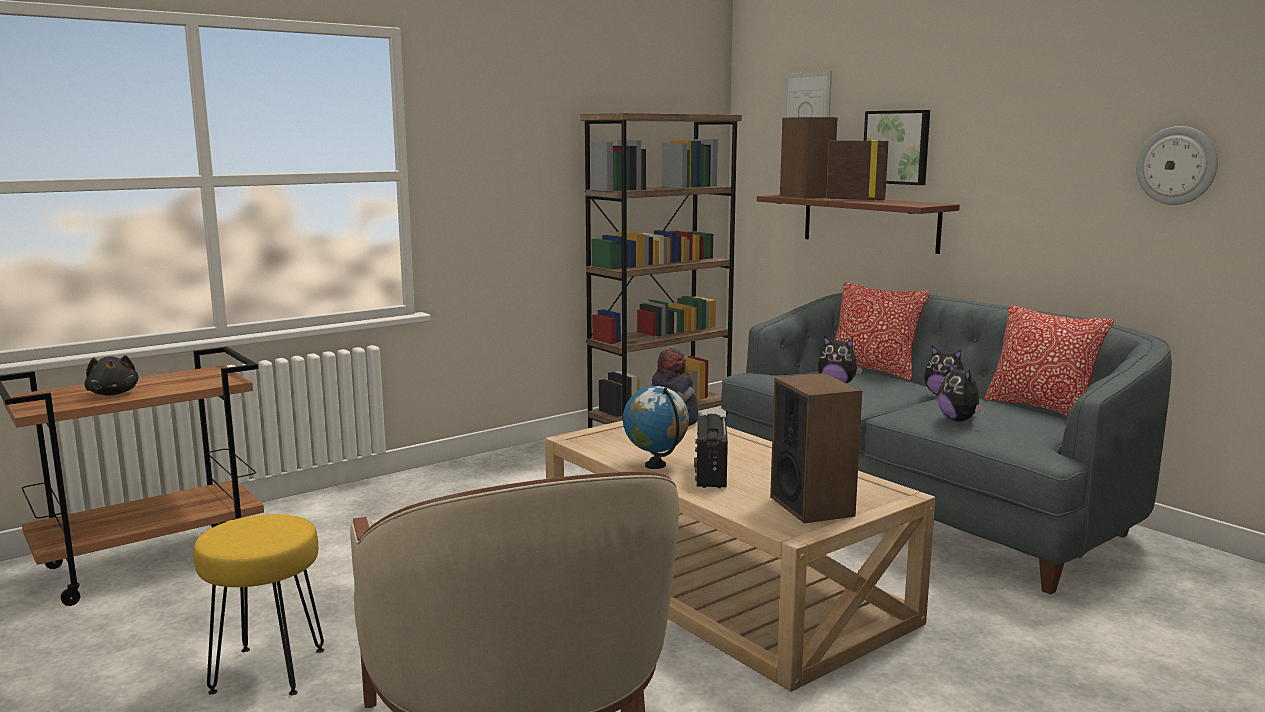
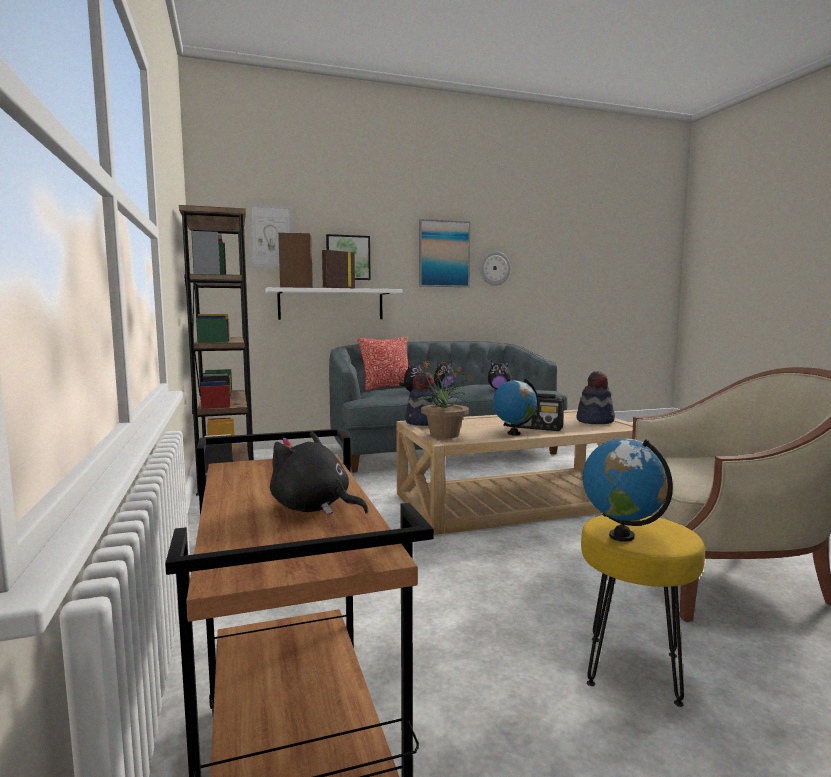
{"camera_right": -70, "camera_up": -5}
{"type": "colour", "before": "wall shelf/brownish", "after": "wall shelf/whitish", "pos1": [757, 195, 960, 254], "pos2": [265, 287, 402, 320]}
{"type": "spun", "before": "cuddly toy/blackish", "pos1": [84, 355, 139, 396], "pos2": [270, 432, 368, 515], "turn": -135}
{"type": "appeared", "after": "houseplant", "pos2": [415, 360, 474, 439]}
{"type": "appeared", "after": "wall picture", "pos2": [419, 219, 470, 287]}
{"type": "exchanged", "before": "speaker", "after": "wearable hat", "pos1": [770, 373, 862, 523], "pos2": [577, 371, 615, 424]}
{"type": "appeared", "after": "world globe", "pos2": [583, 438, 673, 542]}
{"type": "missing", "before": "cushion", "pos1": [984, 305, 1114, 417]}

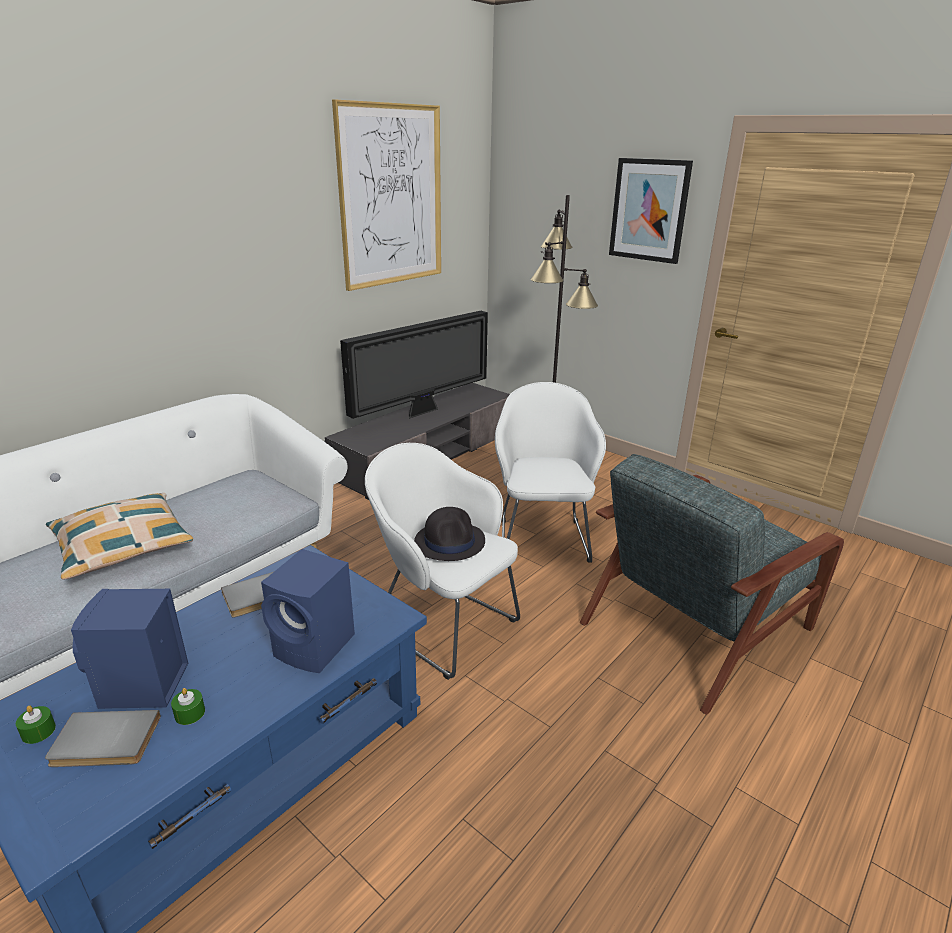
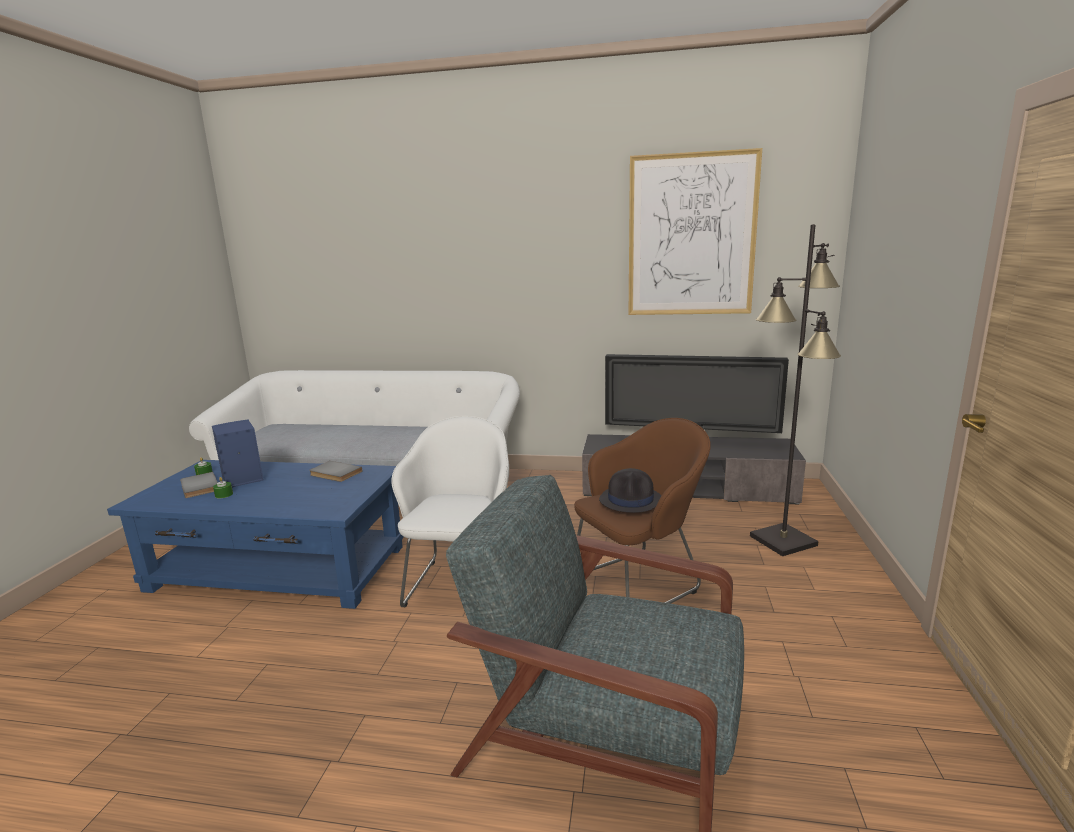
{"camera_right": 60, "camera_up": -10}
{"type": "colour", "before": "armchair/whitish", "after": "armchair/brownish", "pos1": [495, 382, 606, 562], "pos2": [574, 418, 711, 604]}
{"type": "relocated", "before": "wearable hat/blackish", "pos1": [414, 507, 485, 561], "pos2": [599, 468, 661, 513]}
{"type": "missing", "before": "cushion", "pos1": [46, 493, 193, 580]}
{"type": "missing", "before": "speaker/blue-coloured", "pos1": [261, 549, 355, 673]}
{"type": "missing", "before": "wall picture", "pos1": [609, 158, 693, 264]}

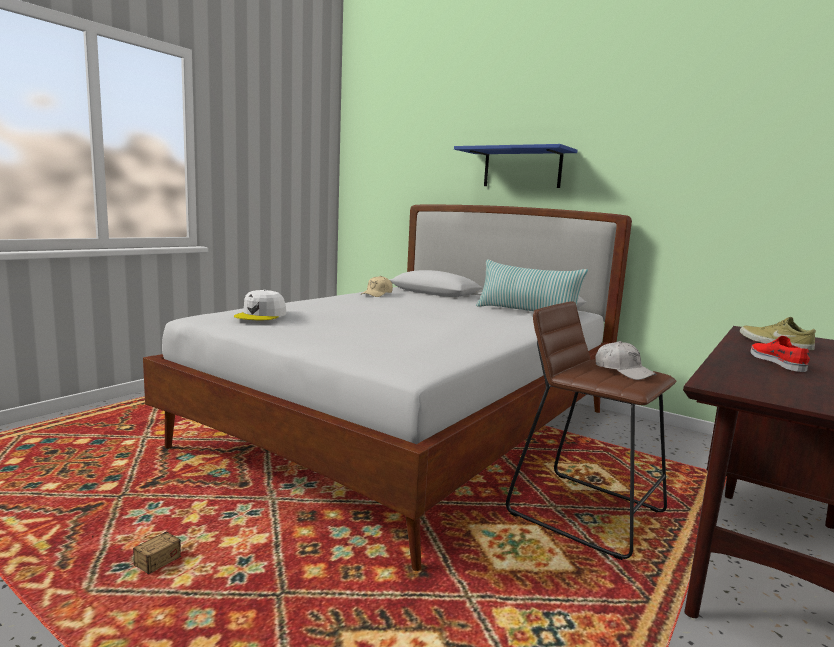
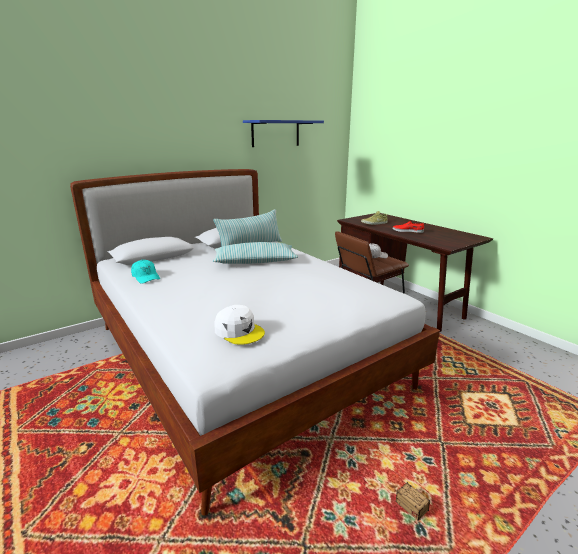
{"camera_right": -70, "camera_up": 10}
{"type": "colour", "before": "peaked cap/sand-coloured", "after": "peaked cap/turquoise-coloured", "pos1": [360, 276, 393, 297], "pos2": [131, 260, 160, 283]}
{"type": "appeared", "after": "cushion", "pos2": [213, 242, 298, 264]}
{"type": "relocated", "before": "wall shelf/blue-coloured", "pos1": [454, 144, 577, 188], "pos2": [243, 120, 324, 147]}

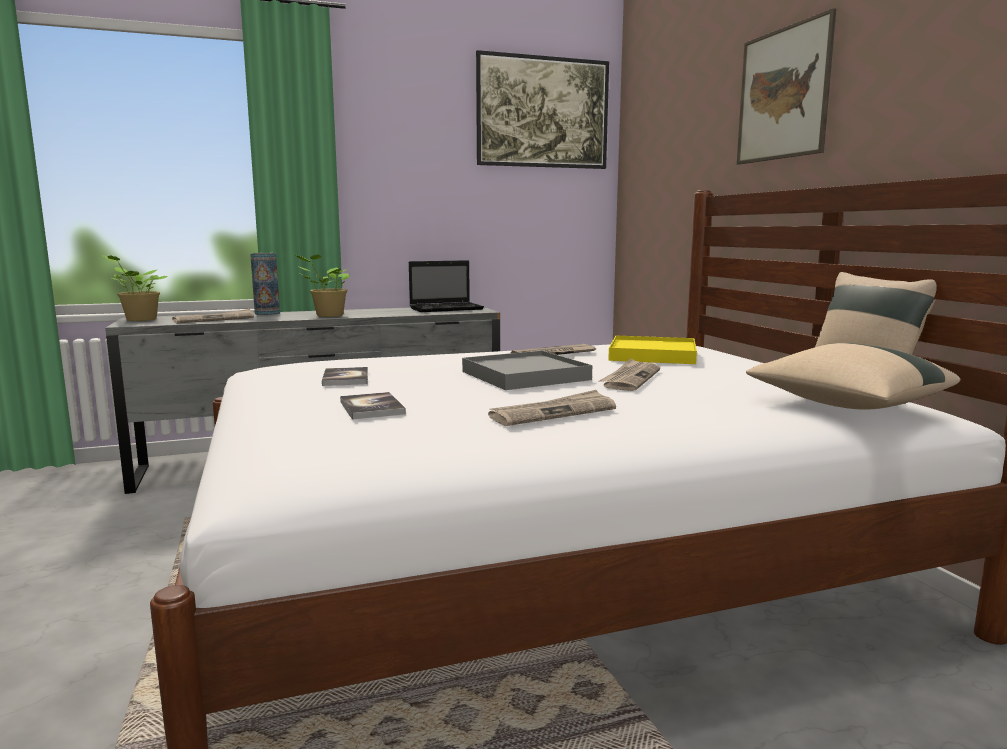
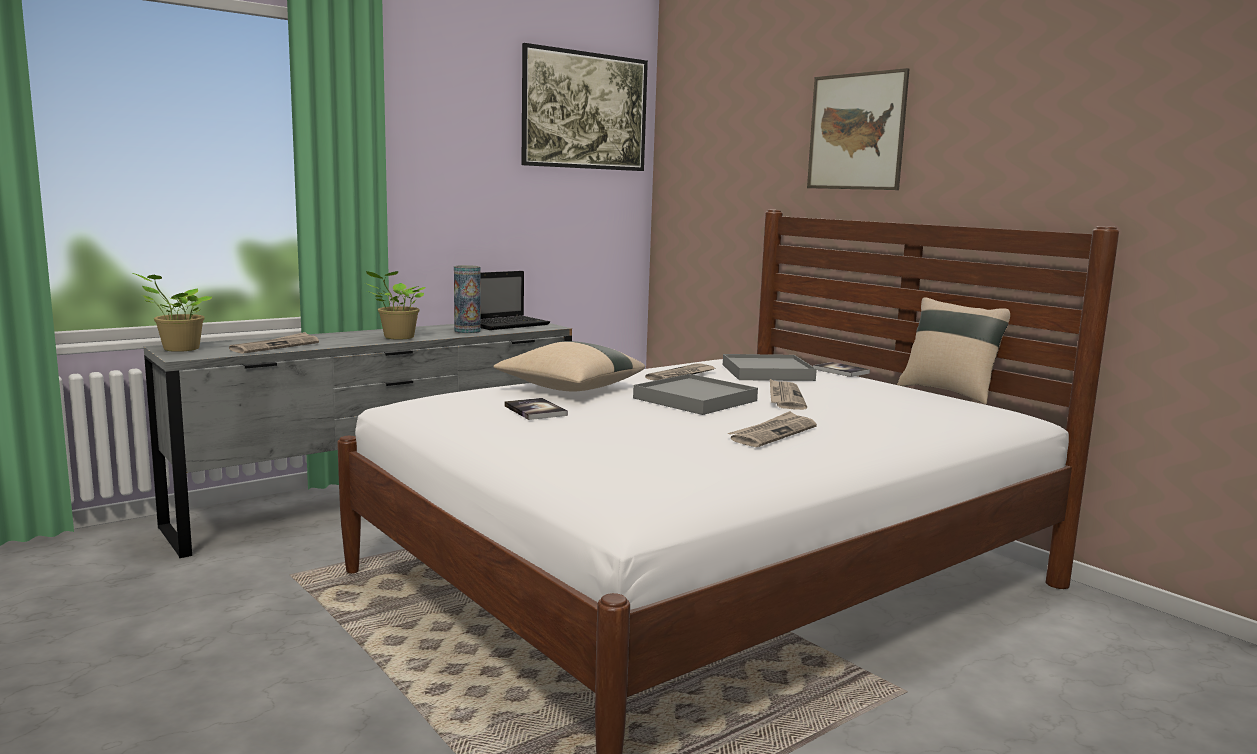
{"camera_right": -20, "camera_up": 0}
{"type": "relocated", "before": "decorative vase", "pos1": [250, 253, 280, 315], "pos2": [454, 265, 481, 333]}
{"type": "relocated", "before": "cushion/sand-coloured", "pos1": [746, 343, 960, 410], "pos2": [493, 341, 645, 391]}
{"type": "colour", "before": "carrying tray/yellow-coloured", "after": "carrying tray/grey", "pos1": [608, 336, 697, 364], "pos2": [723, 354, 817, 381]}
{"type": "relocated", "before": "volume", "pos1": [340, 392, 406, 420], "pos2": [813, 362, 870, 377]}

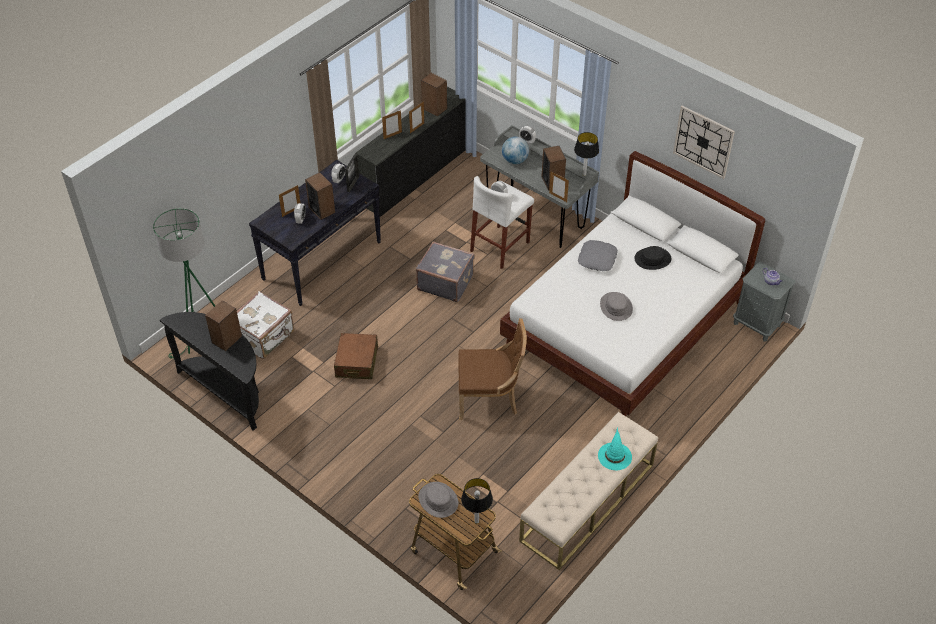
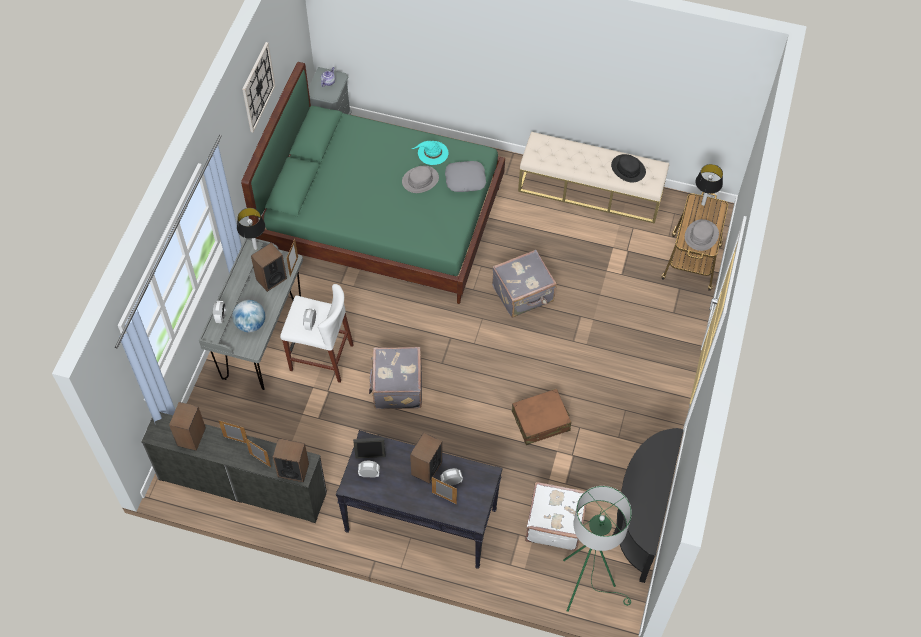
{"camera_right": -115, "camera_up": 10}
{"type": "colour", "before": "sleeping bed/whitish", "after": "sleeping bed/greenish", "pos1": [500, 151, 765, 416], "pos2": [241, 62, 505, 304]}
{"type": "relocated", "before": "speaker", "pos1": [205, 300, 242, 351], "pos2": [273, 438, 309, 482]}
{"type": "relocated", "before": "wearable hat/turquoise-coloured", "pos1": [598, 427, 632, 470], "pos2": [412, 141, 448, 165]}
{"type": "relocated", "before": "cushion/grey", "pos1": [578, 240, 618, 271], "pos2": [445, 161, 486, 192]}
{"type": "exchanged", "before": "chair/brownish", "after": "travel case/grey", "pos1": [458, 318, 527, 420], "pos2": [492, 250, 557, 318]}
{"type": "relocated", "before": "wearable hat/blackish", "pos1": [634, 246, 671, 270], "pos2": [611, 154, 646, 182]}

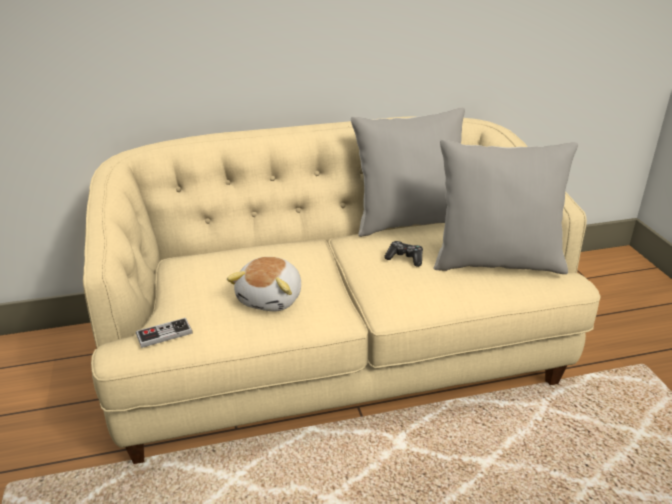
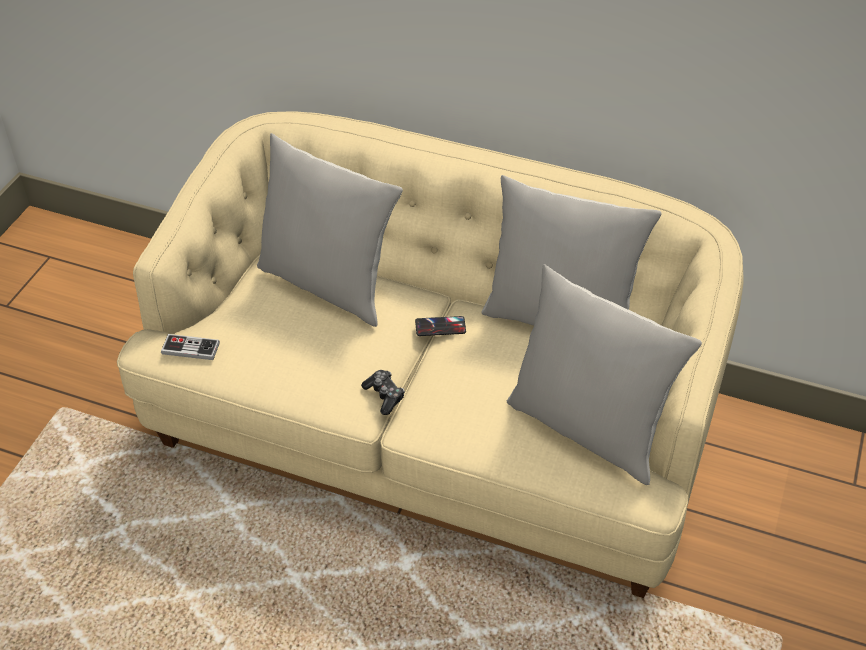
{"camera_right": 35, "camera_up": 15}
{"type": "appeared", "after": "cushion/grey", "pos2": [257, 133, 403, 327]}
{"type": "relocated", "before": "game controller", "pos1": [384, 241, 423, 267], "pos2": [361, 370, 405, 415]}
{"type": "appeared", "after": "phone", "pos2": [415, 316, 466, 336]}
{"type": "missing", "before": "cuddly toy", "pos1": [227, 257, 301, 312]}

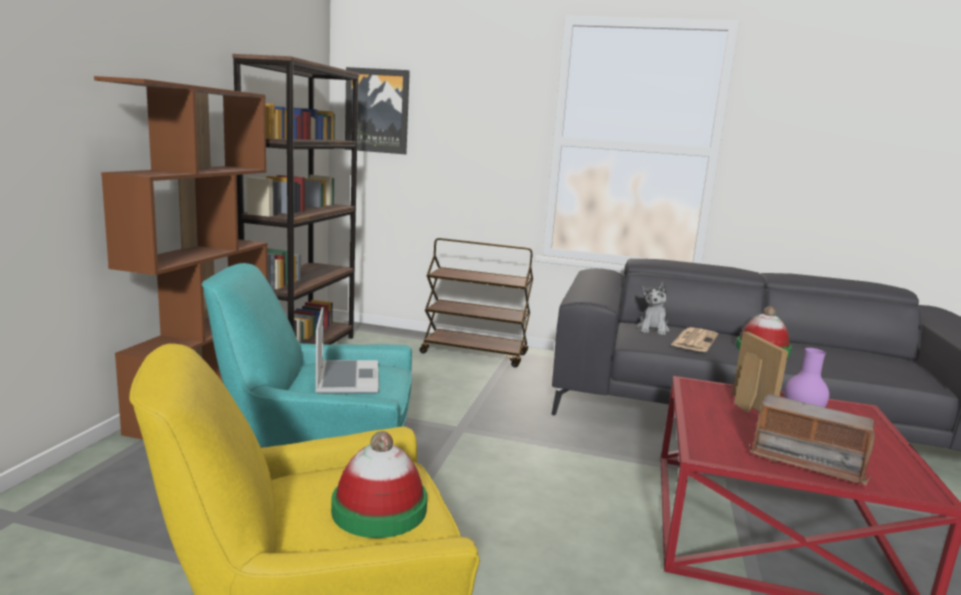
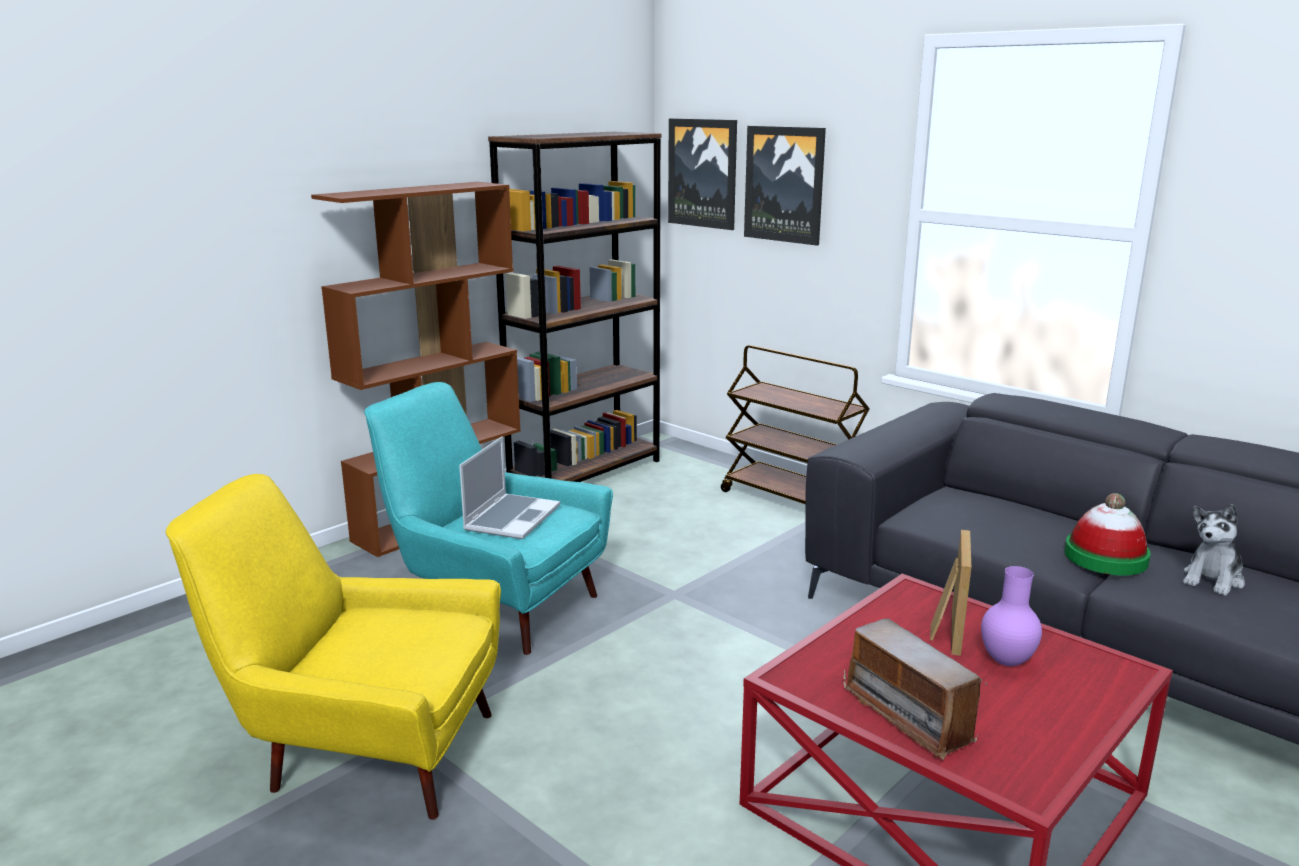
{"camera_right": 30, "camera_up": 5}
{"type": "appeared", "after": "wall picture", "pos2": [744, 126, 826, 246]}
{"type": "relocated", "before": "cuddly toy", "pos1": [637, 282, 670, 335], "pos2": [1183, 504, 1245, 596]}
{"type": "missing", "before": "wearable hat", "pos1": [331, 431, 427, 538]}
{"type": "missing", "before": "newspaper", "pos1": [671, 327, 718, 352]}

